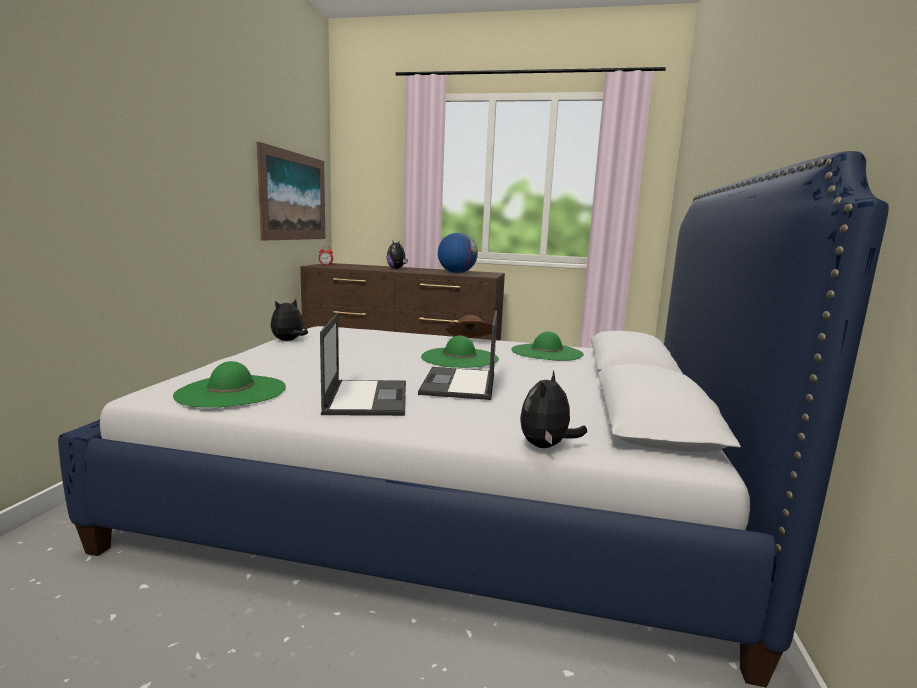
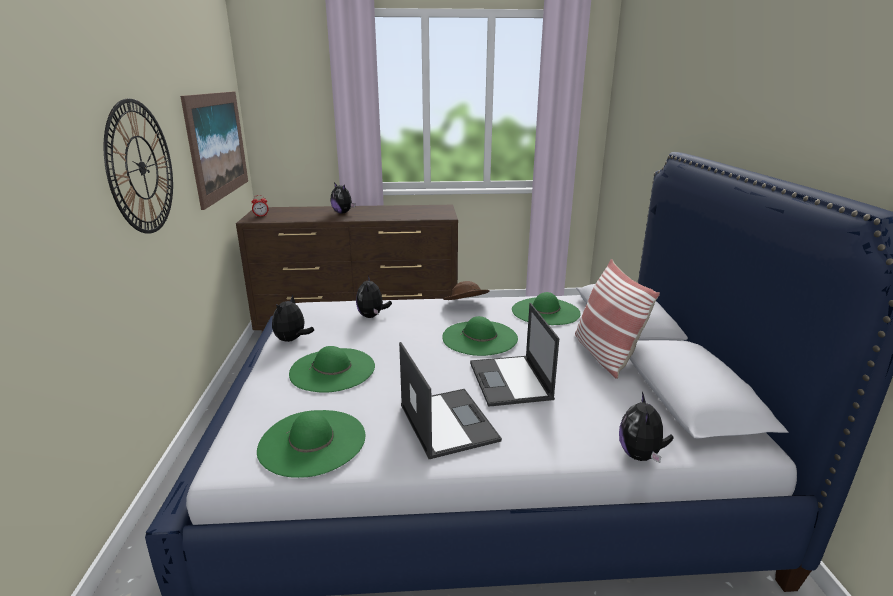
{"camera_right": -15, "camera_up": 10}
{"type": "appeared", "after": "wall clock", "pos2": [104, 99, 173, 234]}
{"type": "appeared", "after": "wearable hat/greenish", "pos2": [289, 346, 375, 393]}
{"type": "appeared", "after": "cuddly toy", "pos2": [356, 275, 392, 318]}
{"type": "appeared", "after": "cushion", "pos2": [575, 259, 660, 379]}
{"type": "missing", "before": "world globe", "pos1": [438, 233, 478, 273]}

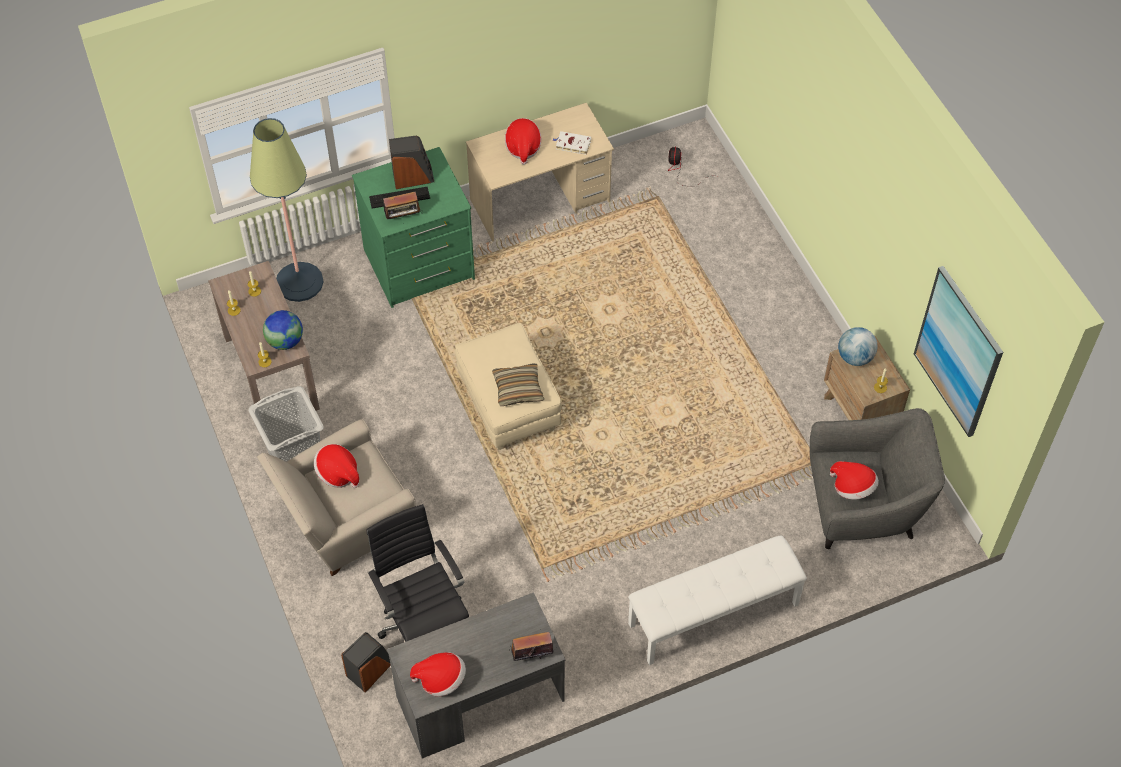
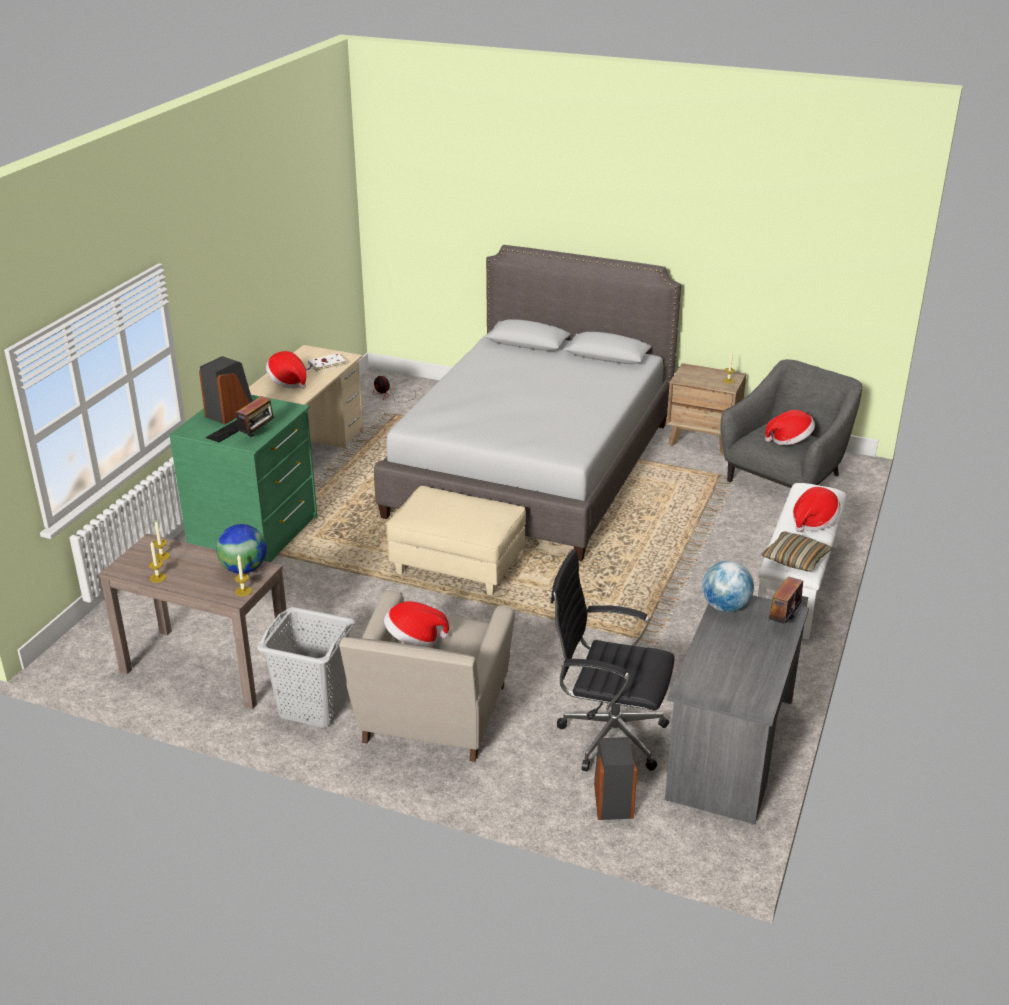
{"camera_right": -45, "camera_up": -25}
{"type": "appeared", "after": "sleeping bed/grey", "pos2": [374, 245, 681, 561]}
{"type": "relocated", "before": "world globe", "pos1": [838, 327, 878, 366], "pos2": [702, 561, 754, 612]}
{"type": "relocated", "before": "cushion", "pos1": [492, 363, 544, 406], "pos2": [762, 532, 832, 572]}
{"type": "relocated", "before": "wearable hat", "pos1": [410, 652, 466, 696], "pos2": [793, 487, 841, 532]}
{"type": "missing", "before": "floor lamp", "pos1": [250, 118, 324, 302]}
{"type": "missing", "before": "wall picture", "pos1": [914, 266, 1003, 437]}

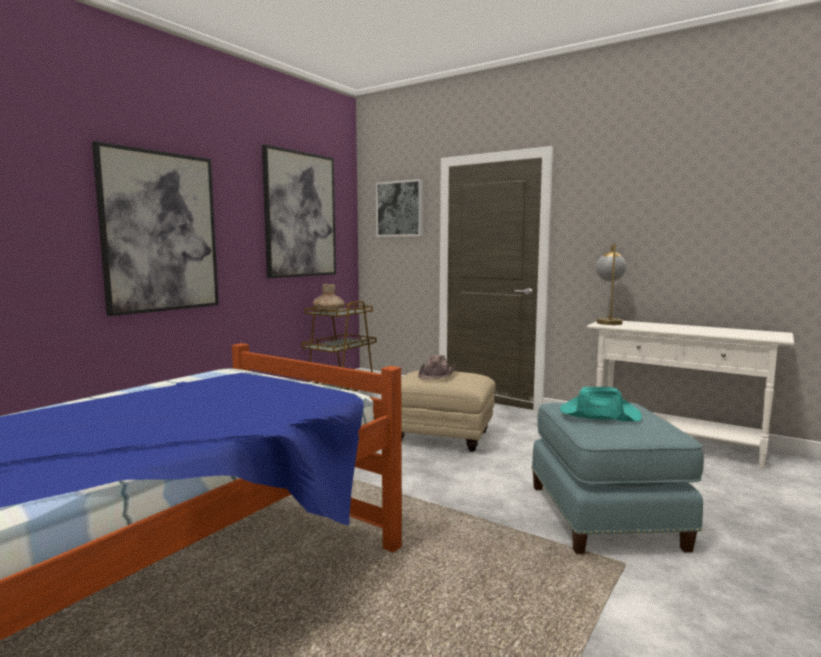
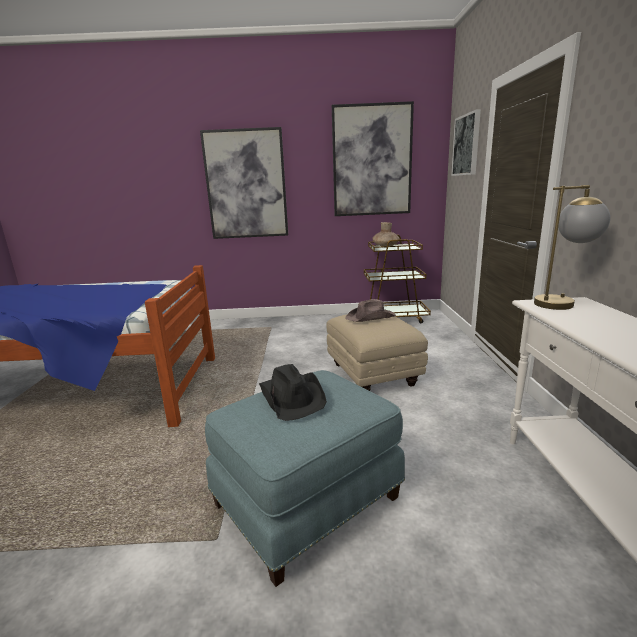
{"camera_right": 55, "camera_up": 10}
{"type": "colour", "before": "wearable hat/turquoise-coloured", "after": "wearable hat/blackish", "pos1": [560, 387, 642, 422], "pos2": [259, 364, 327, 421]}

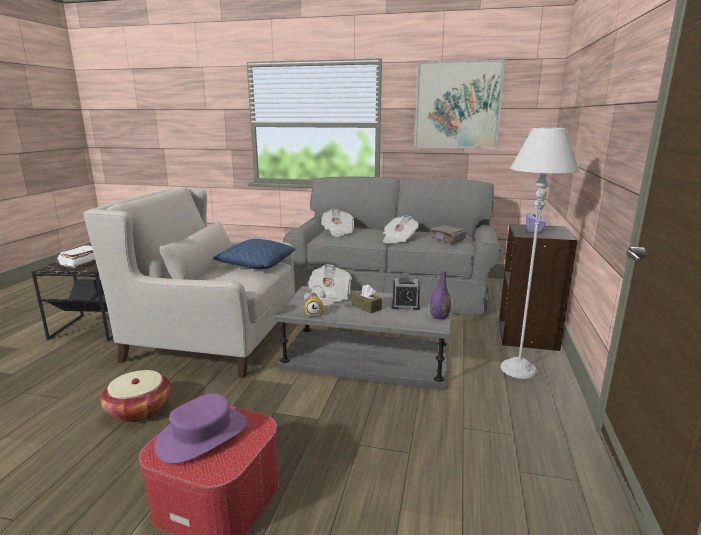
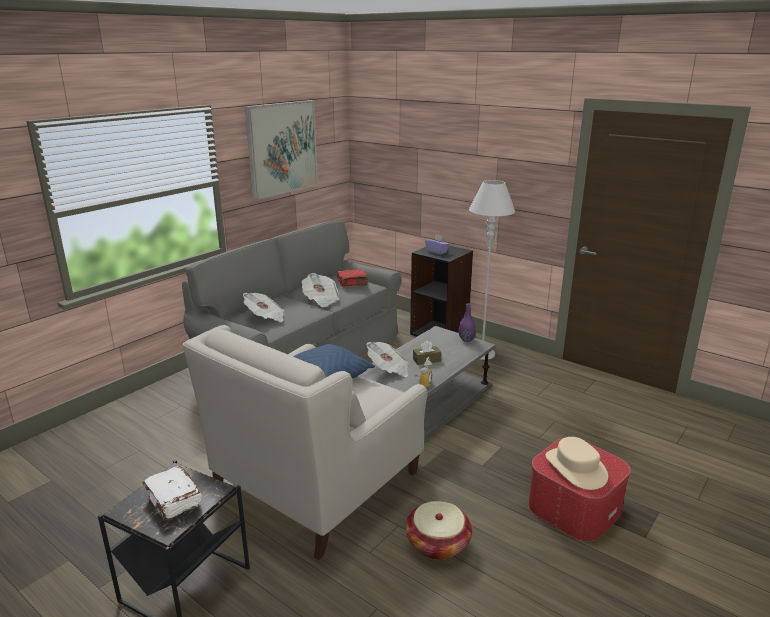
{"camera_right": -65, "camera_up": 5}
{"type": "colour", "before": "volume/grey", "after": "volume/red-coloured", "pos1": [430, 225, 466, 244], "pos2": [337, 269, 368, 286]}
{"type": "colour", "before": "wearable hat/purplish", "after": "wearable hat/sand-coloured", "pos1": [154, 393, 248, 464], "pos2": [546, 437, 608, 490]}
{"type": "missing", "before": "alarm clock", "pos1": [392, 278, 420, 310]}

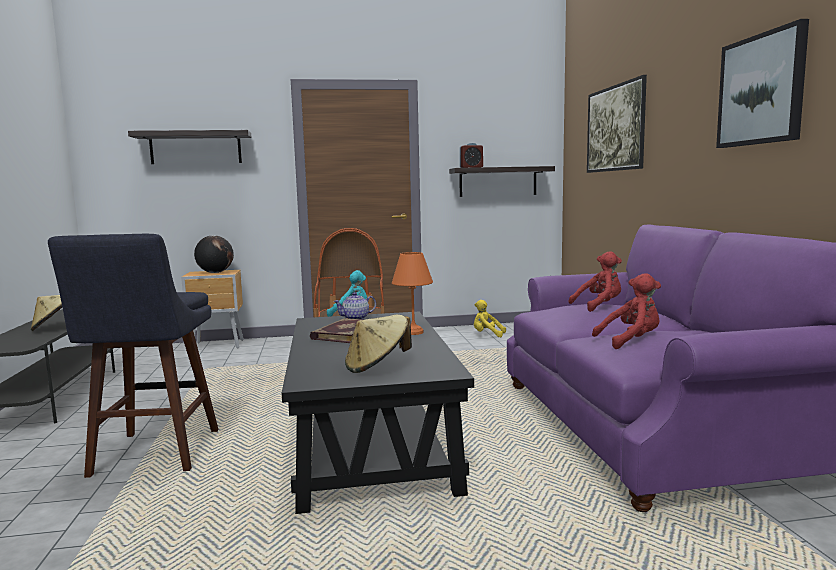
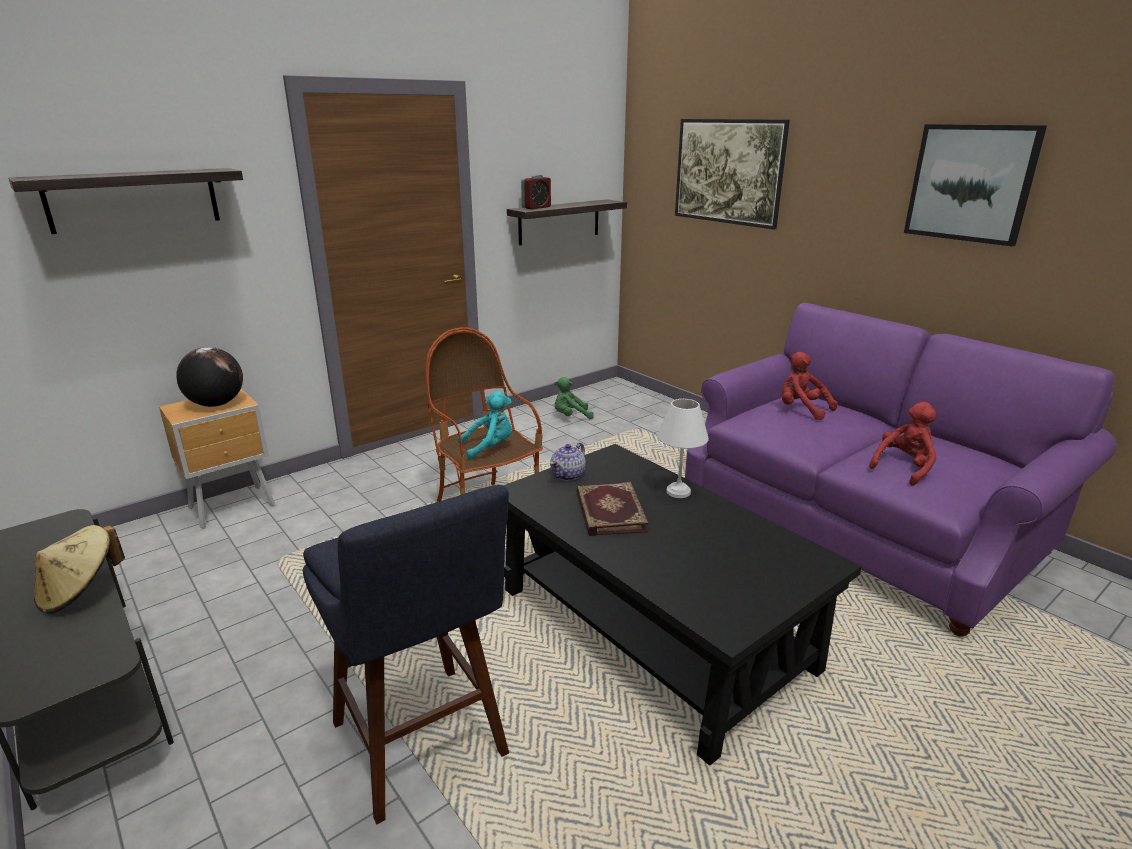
{"camera_right": -30, "camera_up": 15}
{"type": "colour", "before": "cuddly toy/yellow-coloured", "after": "cuddly toy/greenish", "pos1": [474, 300, 506, 337], "pos2": [554, 377, 594, 419]}
{"type": "colour", "before": "table lamp/orangey", "after": "table lamp/whitish", "pos1": [392, 252, 433, 335], "pos2": [657, 399, 709, 498]}
{"type": "spun", "before": "cuddly toy/red-coloured", "pos1": [569, 251, 622, 312], "pos2": [782, 352, 838, 420], "turn": -90}
{"type": "missing", "before": "wearable hat/sand-coloured", "pos1": [345, 315, 412, 373]}

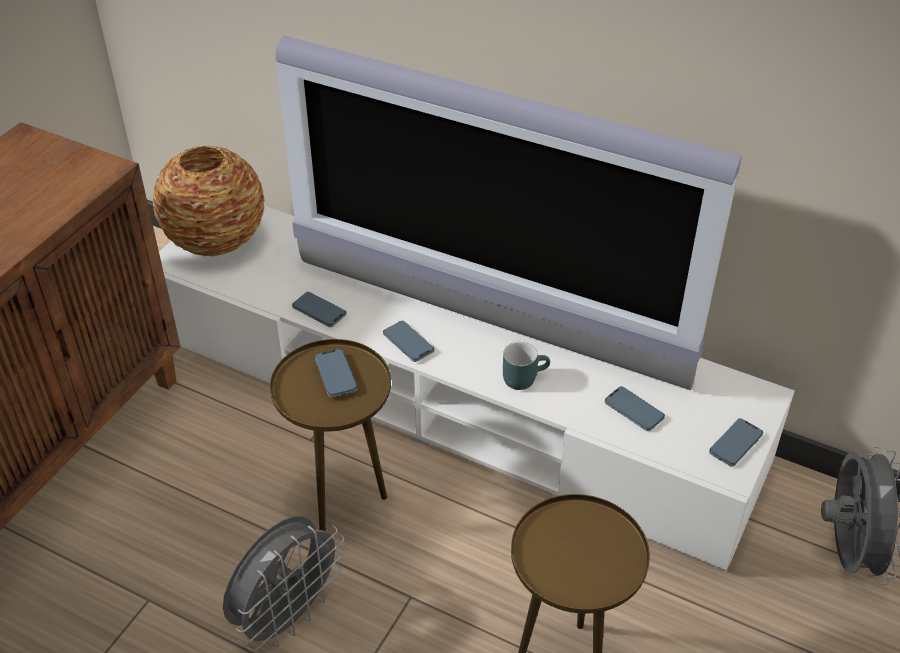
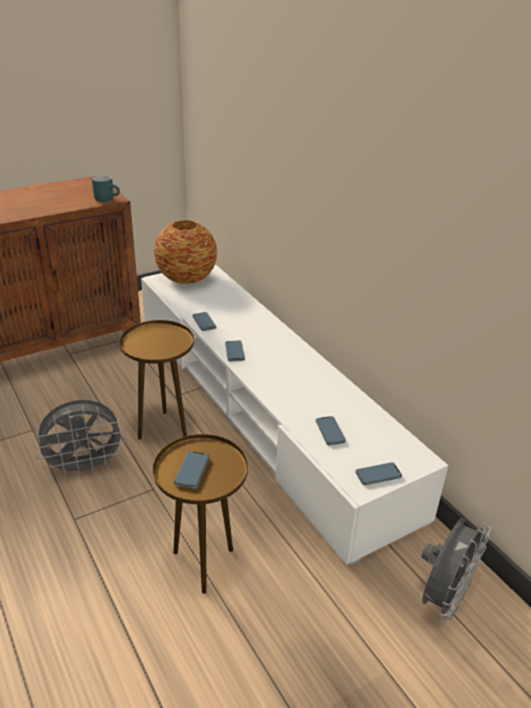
{"camera_right": 30, "camera_up": -10}
{"type": "relocated", "before": "tea mug/turquoise-coloured", "pos1": [503, 342, 550, 390], "pos2": [92, 175, 120, 202]}
{"type": "relocated", "before": "phone", "pos1": [315, 349, 357, 398], "pos2": [174, 451, 209, 489]}
{"type": "missing", "before": "television", "pos1": [276, 36, 742, 390]}

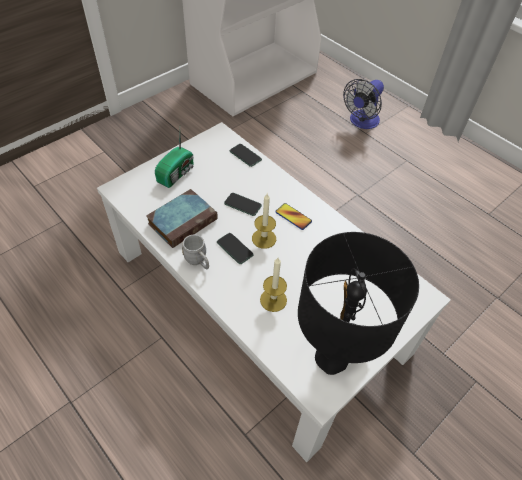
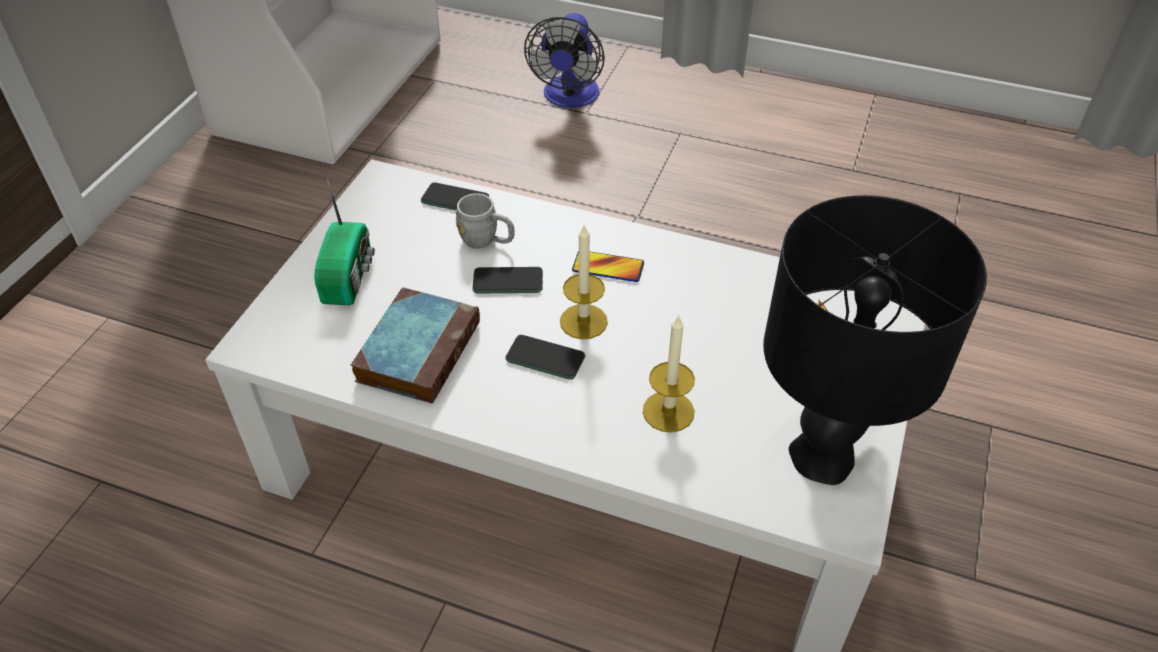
{"camera_right": -25, "camera_up": -5}
{"type": "relocated", "before": "tea mug/grey", "pos1": [182, 235, 209, 269], "pos2": [456, 193, 515, 249]}

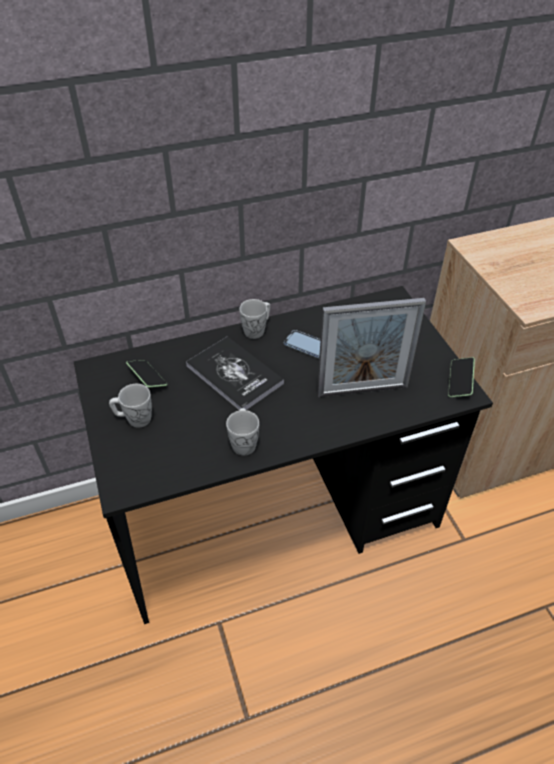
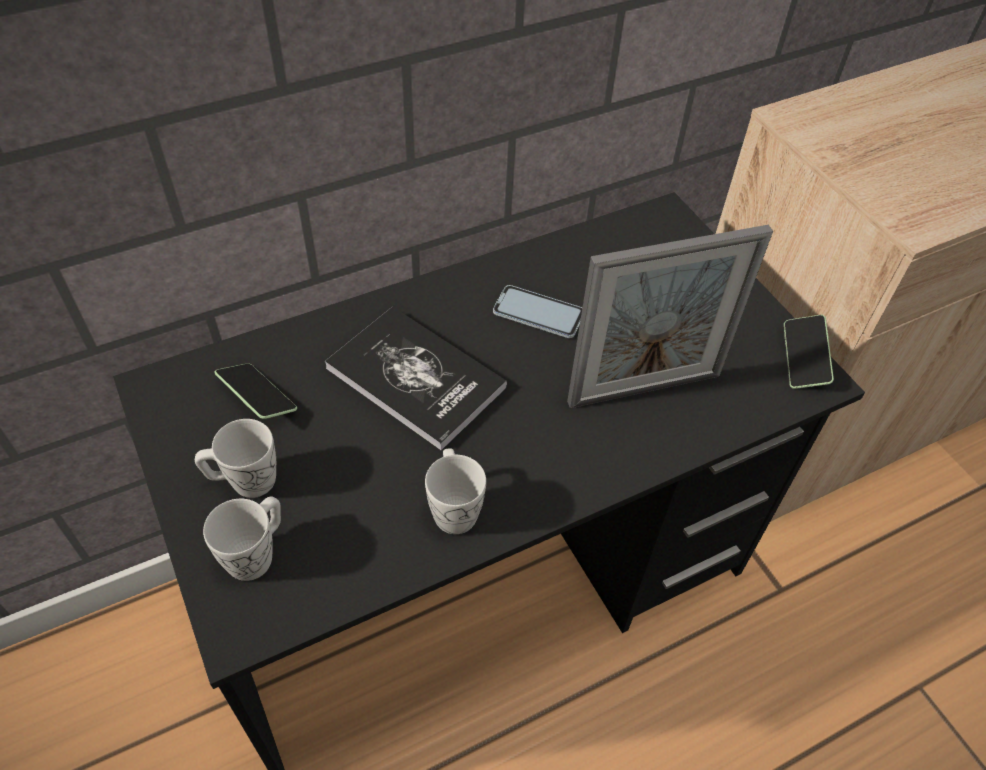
{"camera_right": -10, "camera_up": 5}
{"type": "relocated", "before": "tea mug/whitish", "pos1": [239, 299, 270, 339], "pos2": [203, 496, 281, 581]}

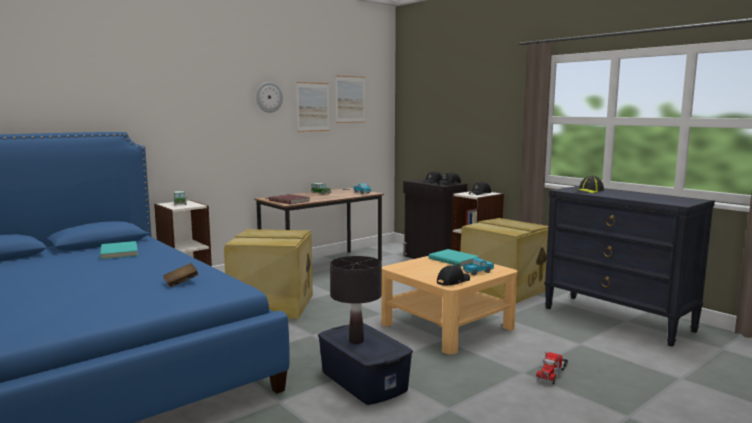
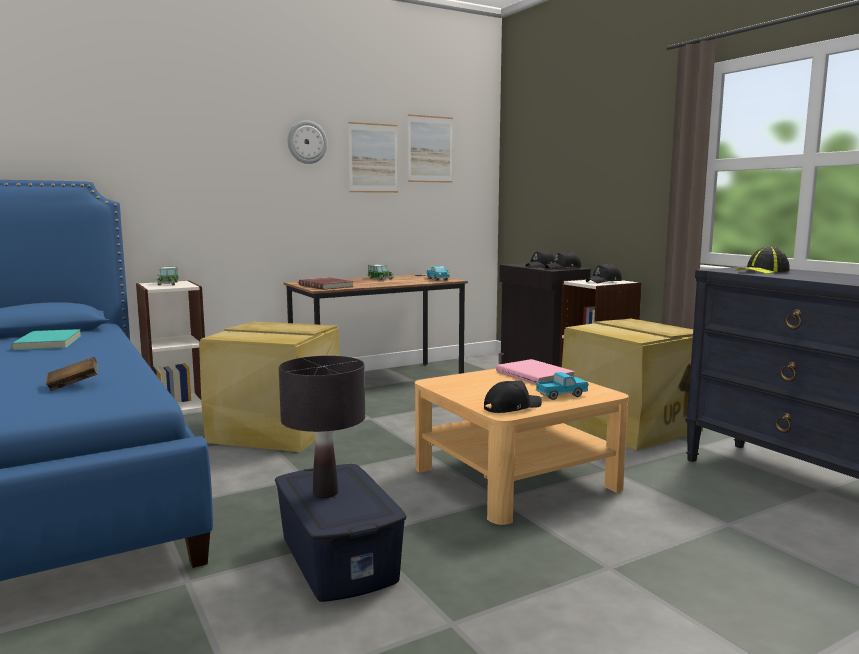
{"camera_right": 10, "camera_up": 0}
{"type": "colour", "before": "volume/turquoise-coloured", "after": "volume/pink-coloured", "pos1": [428, 249, 480, 267], "pos2": [496, 359, 575, 385]}
{"type": "missing", "before": "toy lorry", "pos1": [536, 351, 568, 384]}

